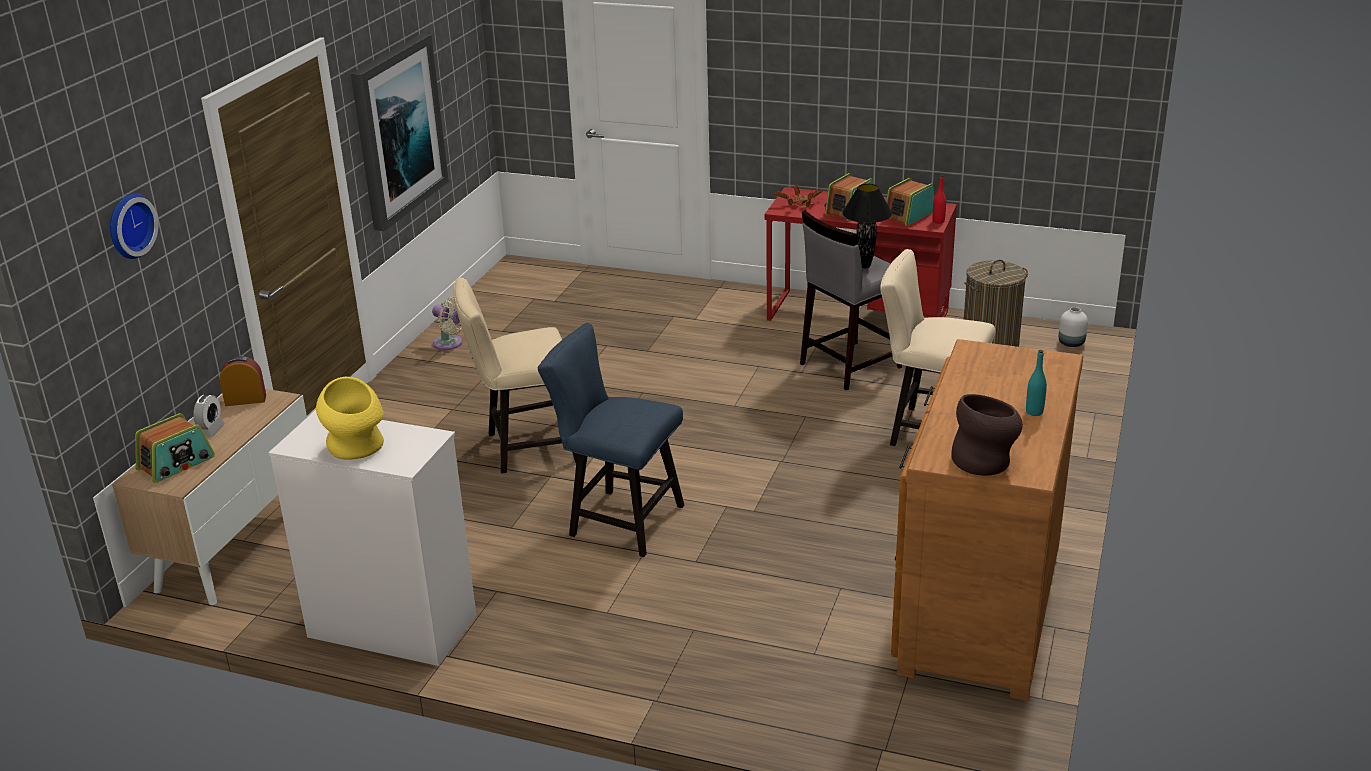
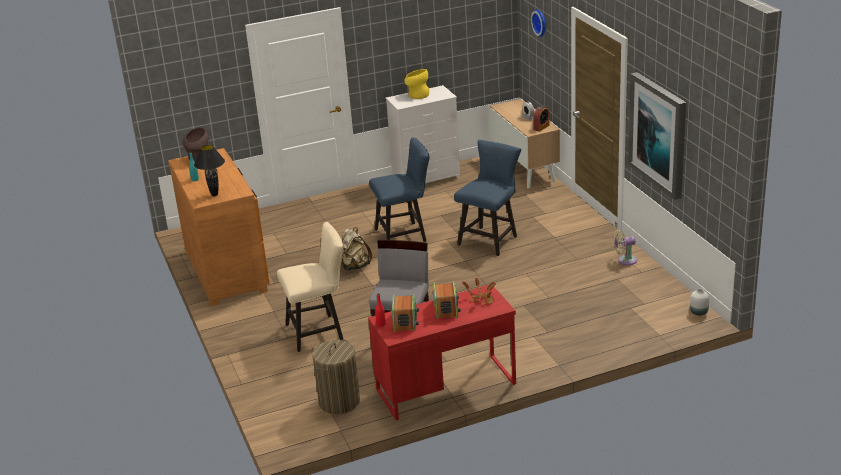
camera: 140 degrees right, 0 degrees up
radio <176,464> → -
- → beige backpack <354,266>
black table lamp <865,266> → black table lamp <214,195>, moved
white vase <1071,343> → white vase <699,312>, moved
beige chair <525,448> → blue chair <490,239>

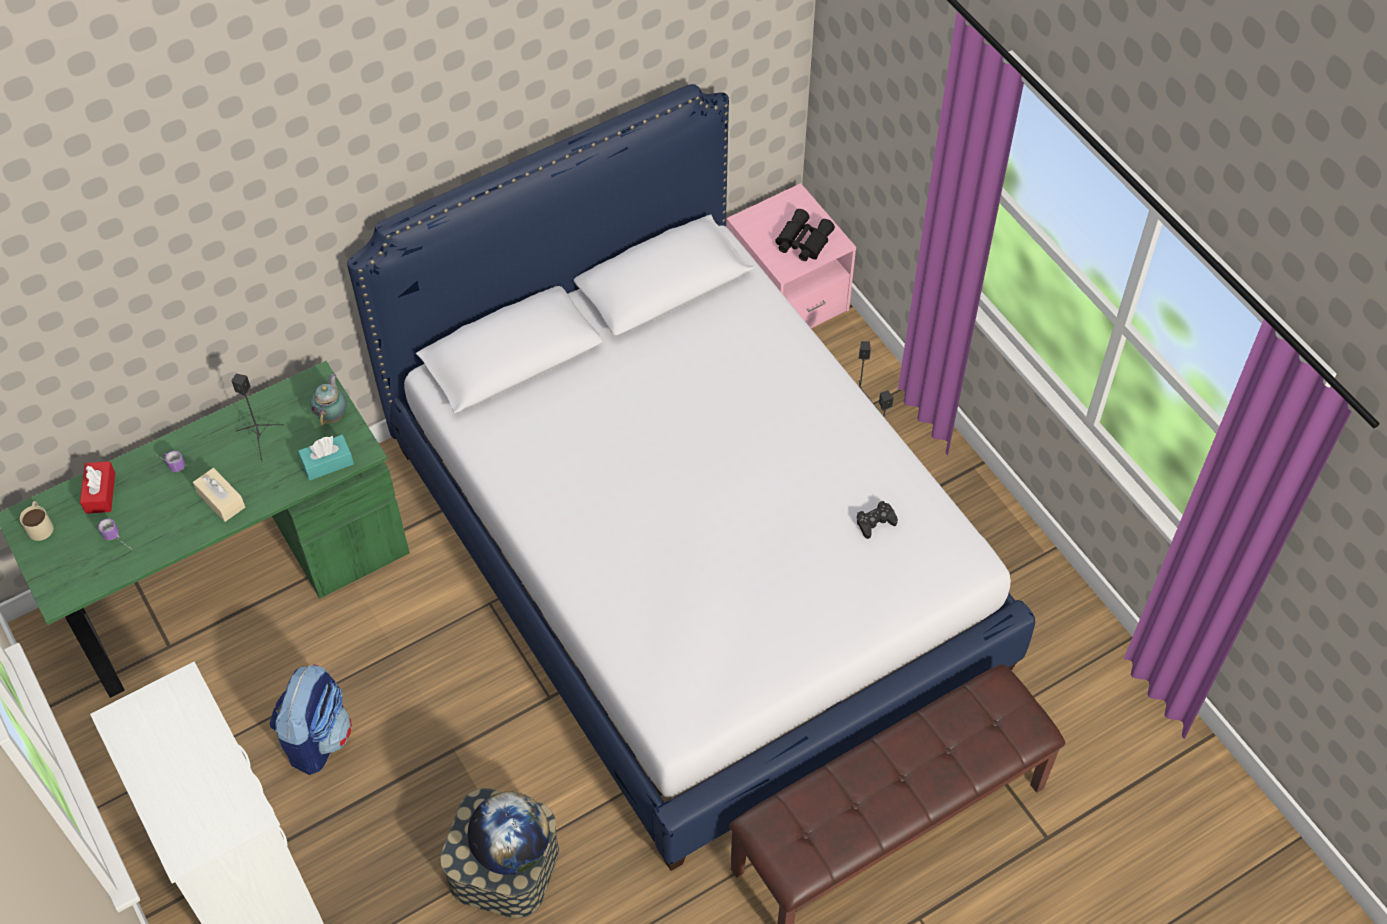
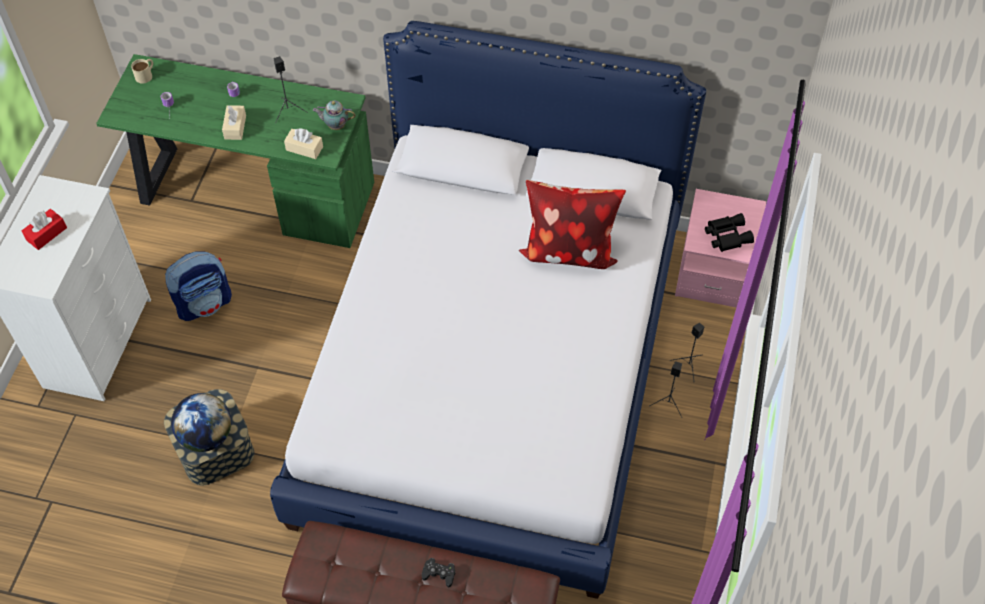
camera: 45 degrees right, 0 degrees up
- → pillow <568,250>
red tissue box <100,493> → red tissue box <46,234>, moved
black game controller <875,522> → black game controller <439,574>, moved
turquoise tissue box <327,463> → beige tissue box <304,148>
teapot <333,415> → teapot <335,126>, 135 degrees counterclockwise

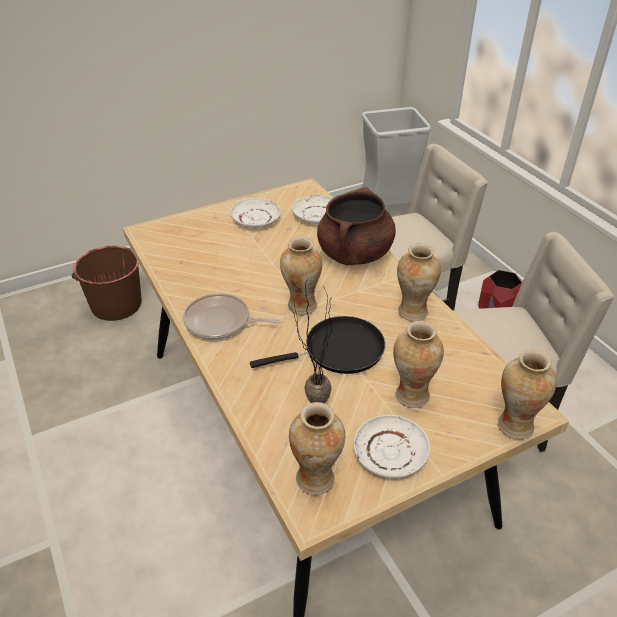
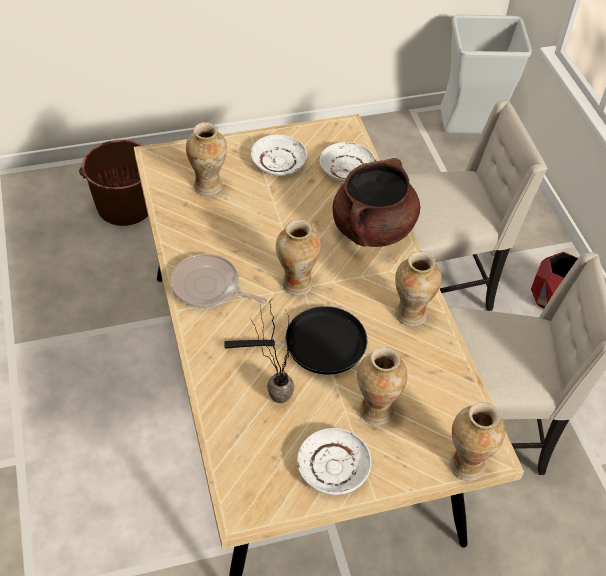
camera: 10 degrees right, 10 degrees up
vase <316,479> → vase <208,186>, moved

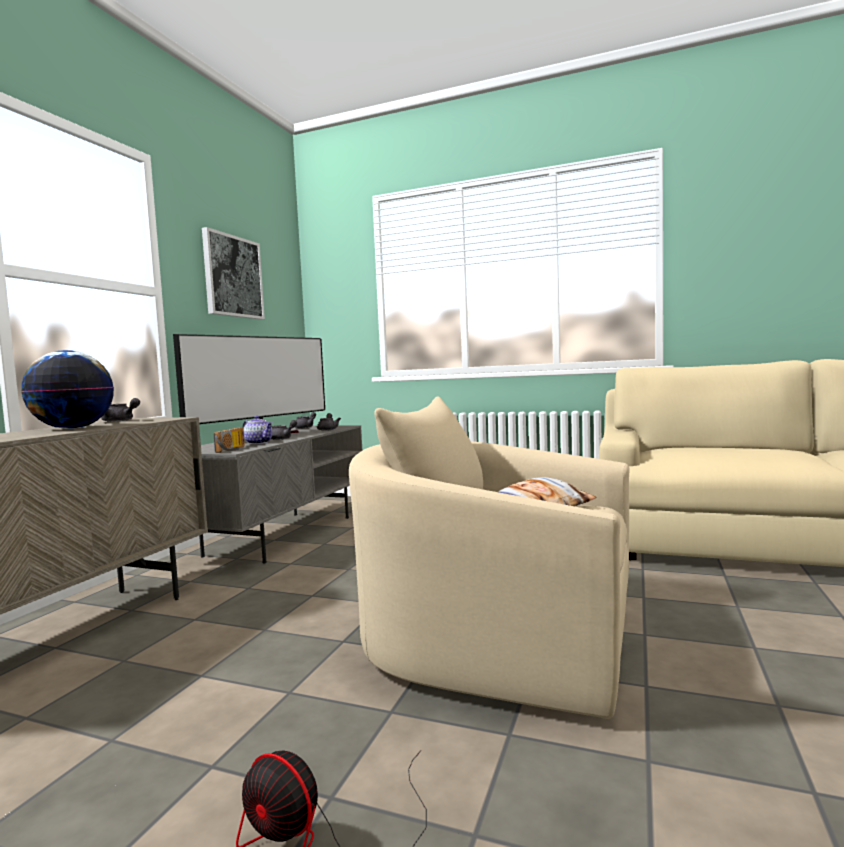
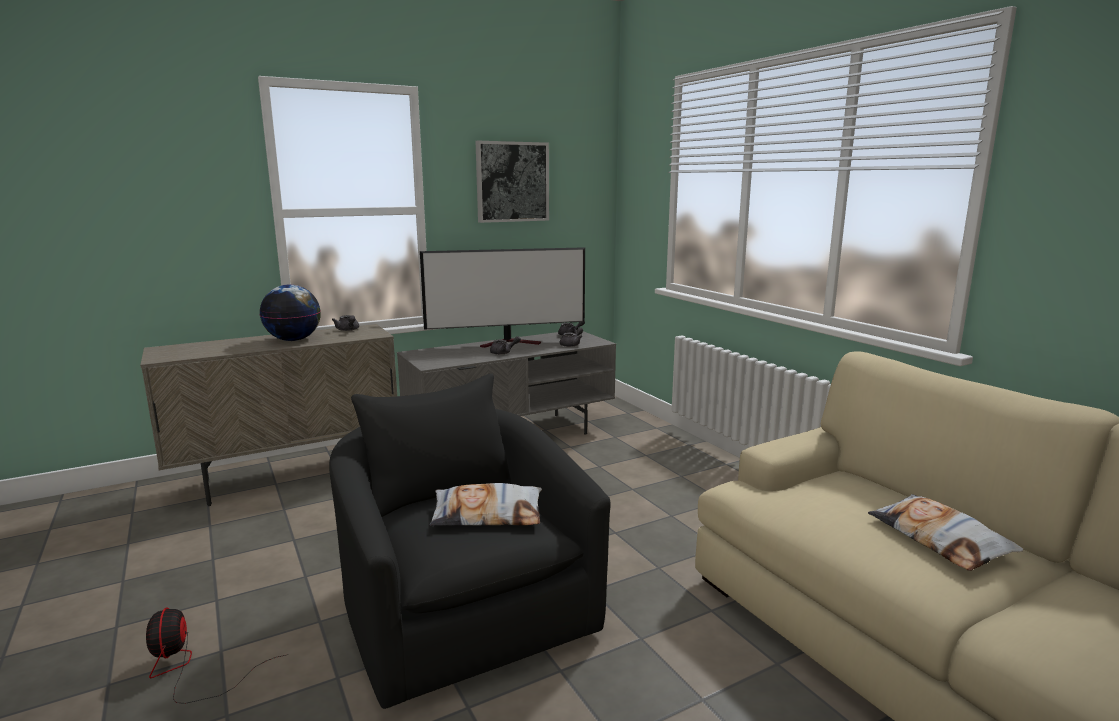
camera: 40 degrees right, 10 degrees up
radio <233,449> → -
teapot <259,443> → -
- → pillow <939,539>
beige armchair <498,639> → black armchair <462,608>

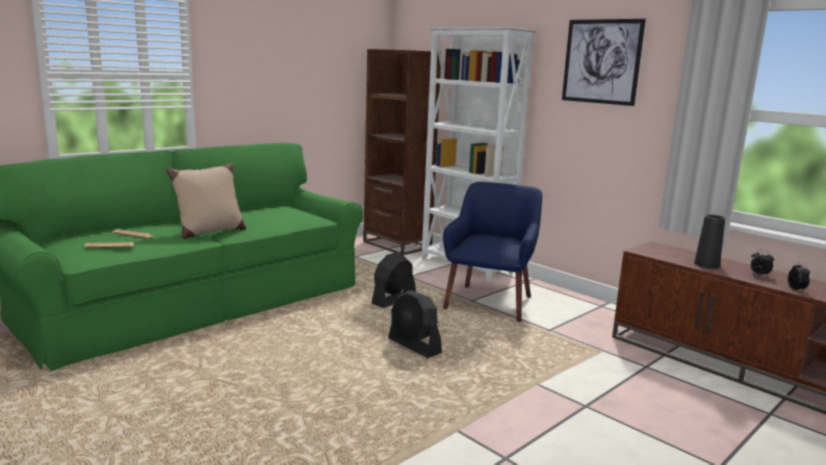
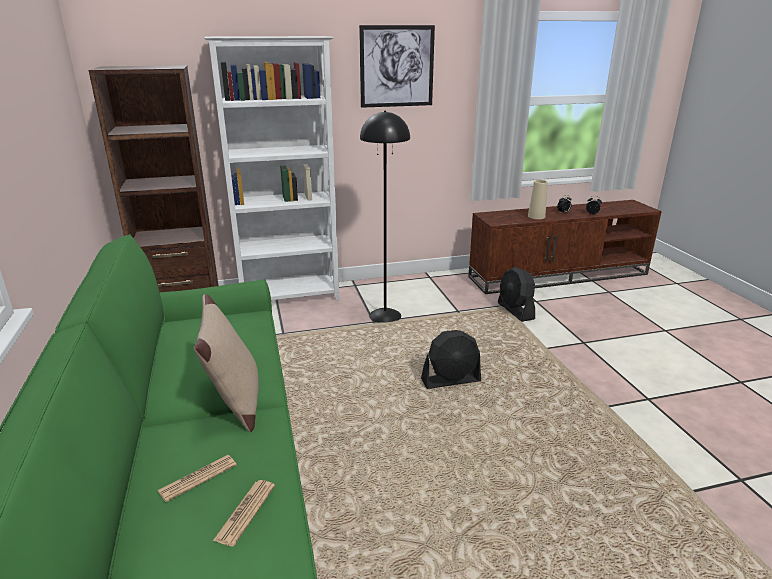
camera: 60 degrees left, 10 degrees up
black fan <393,300> → black fan <515,311>, moved
blue armchair <490,302> → black floor lamp <385,315>
black vase <706,265> → beige vase <536,216>

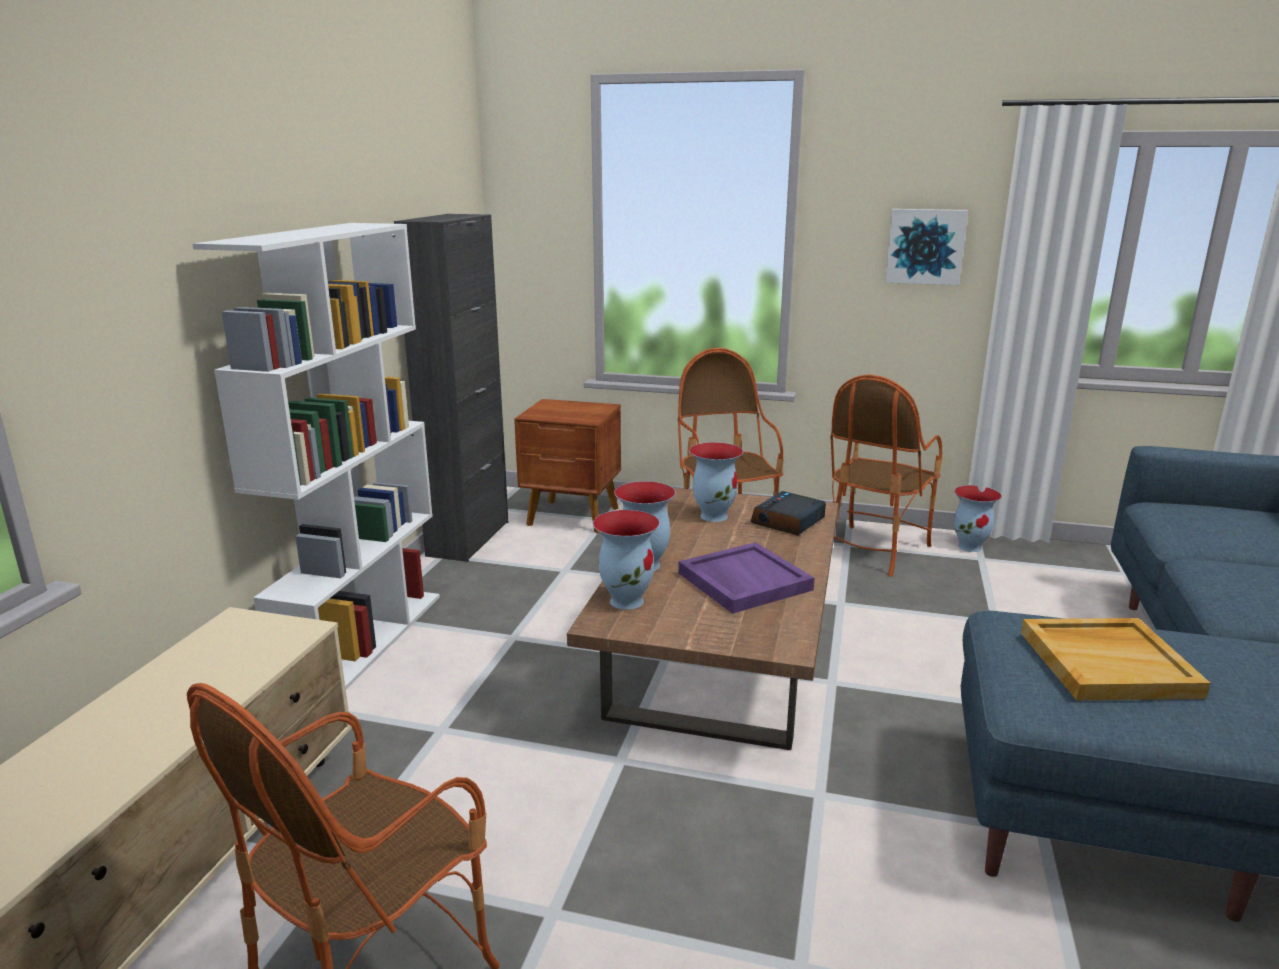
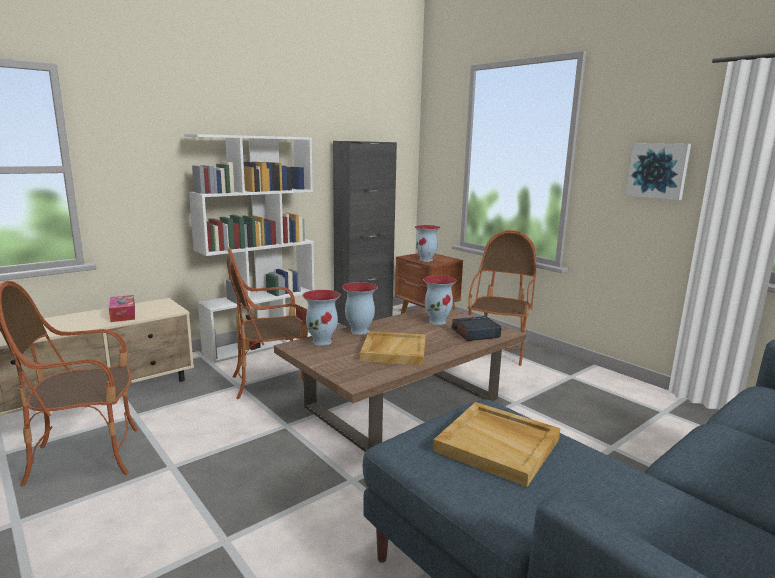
camera: 35 degrees right, 5 degrees down
- → tissue box <123,314>
armchair <873,550> → armchair <271,382>, moved
vase <970,547> → vase <426,260>, moved
purple tray <743,581> → beige tray <393,350>

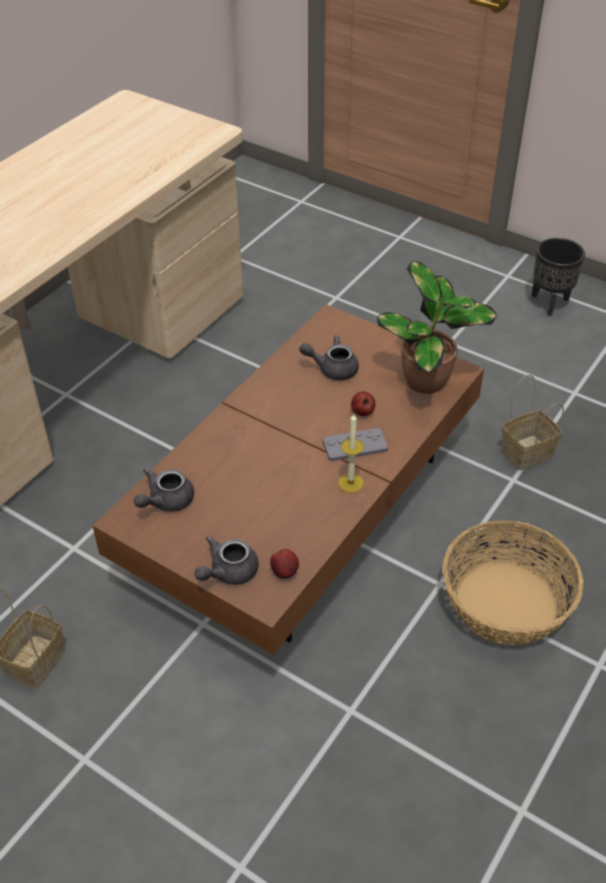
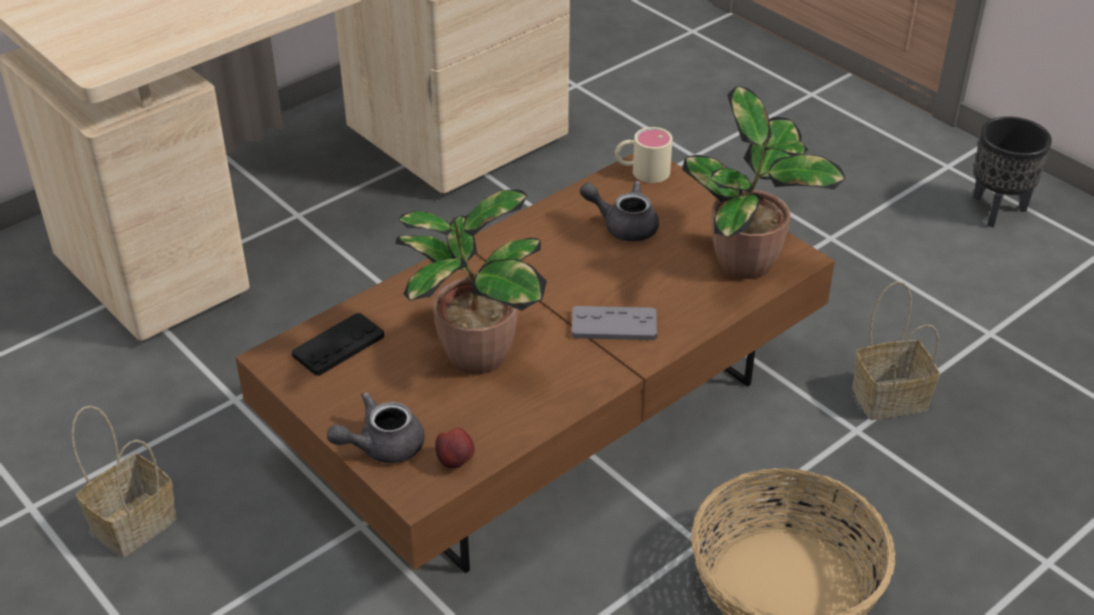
camera: 15 degrees right, 5 degrees down
candle <350,483> → -
apple <362,412> → -
- → potted plant <473,356>
- → beige mug <642,171>
grey teapot <166,501> → black game controller <338,346>

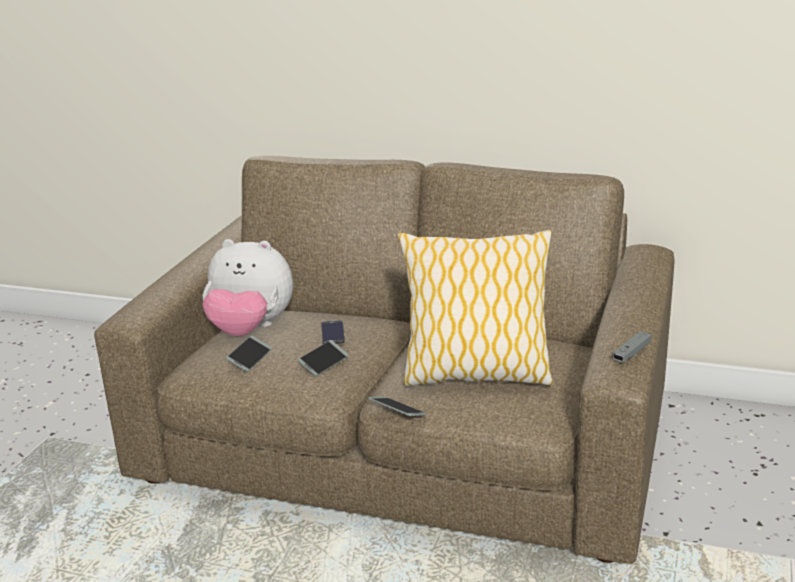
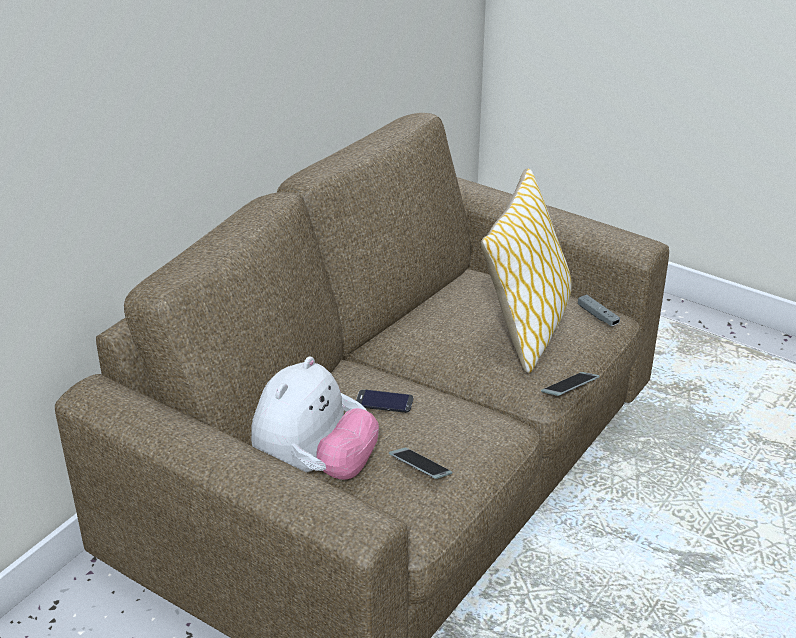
camera: 75 degrees left, 10 degrees up
phone <324,363> → -
grey game controller <631,353> → grey game controller <597,316>, moved

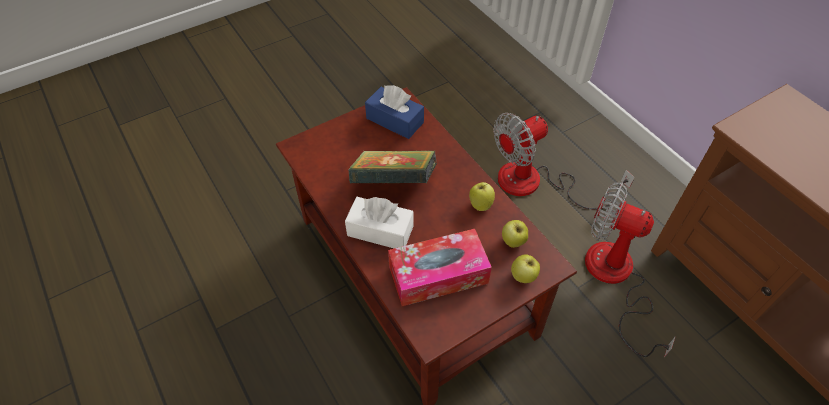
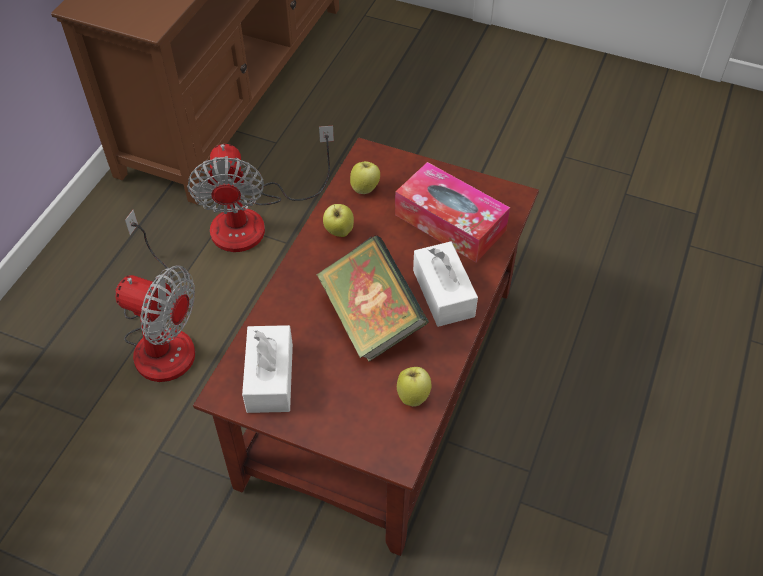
camera: 125 degrees left, 0 degrees up
apple <523,277> → apple <413,395>, moved
blue tissue box <395,120> → white tissue box <270,377>

